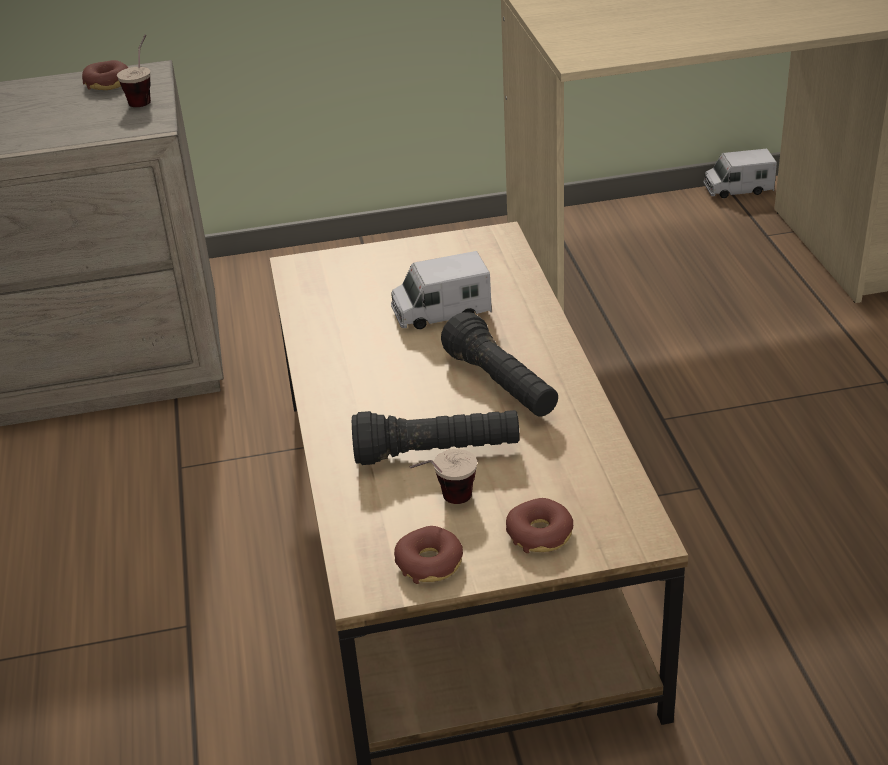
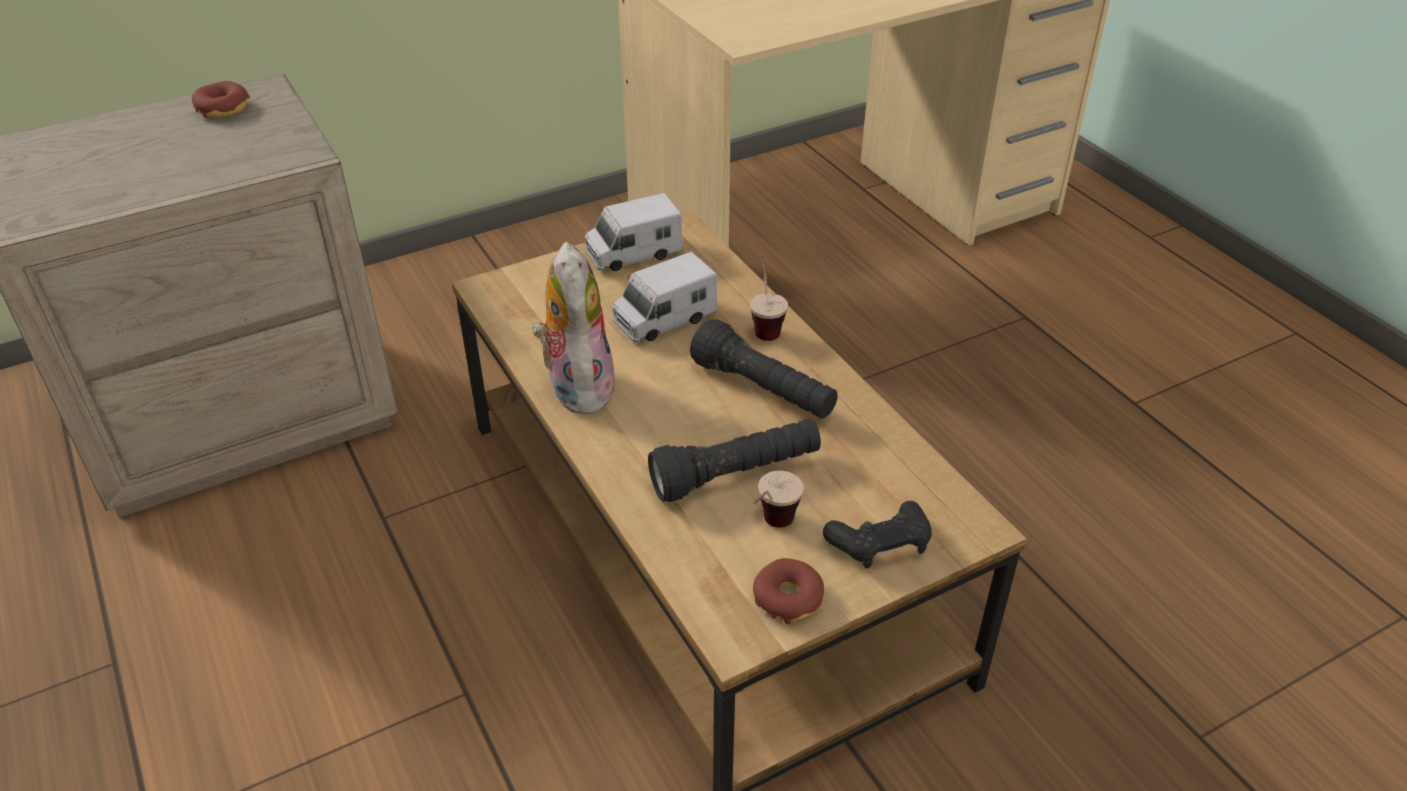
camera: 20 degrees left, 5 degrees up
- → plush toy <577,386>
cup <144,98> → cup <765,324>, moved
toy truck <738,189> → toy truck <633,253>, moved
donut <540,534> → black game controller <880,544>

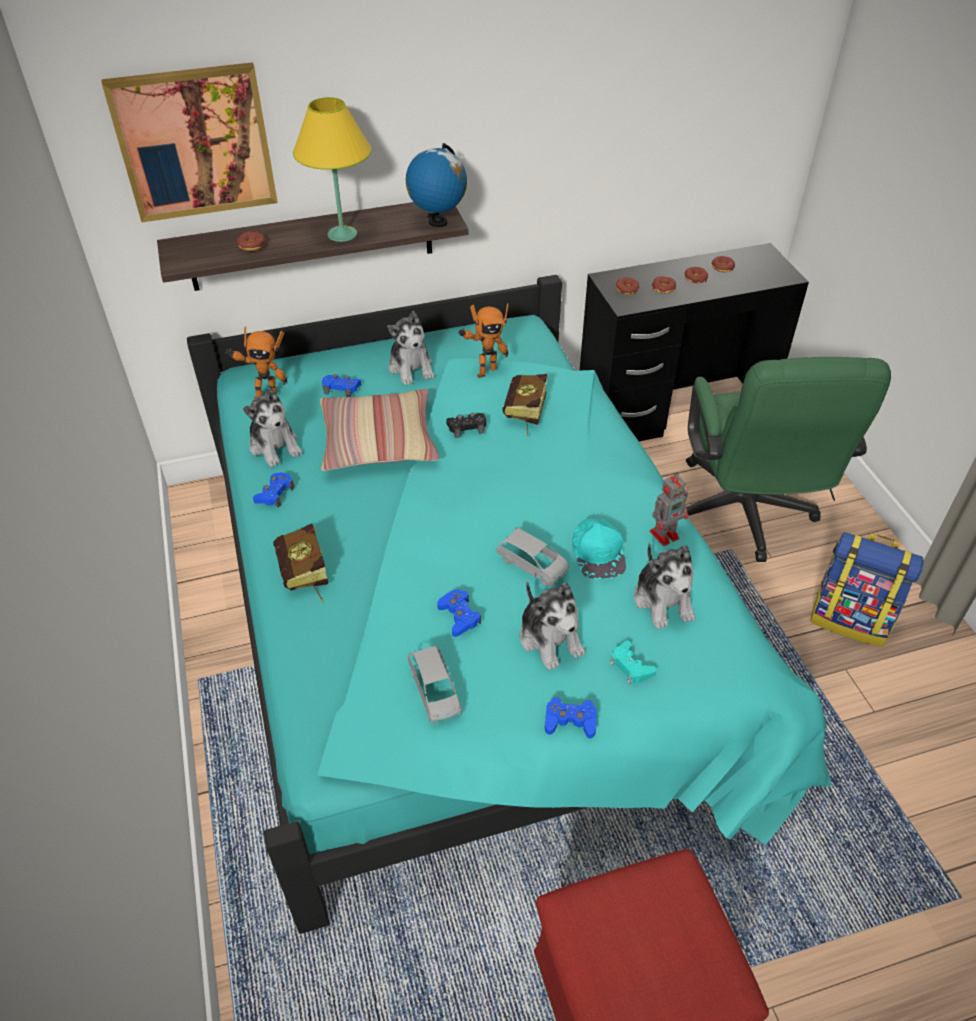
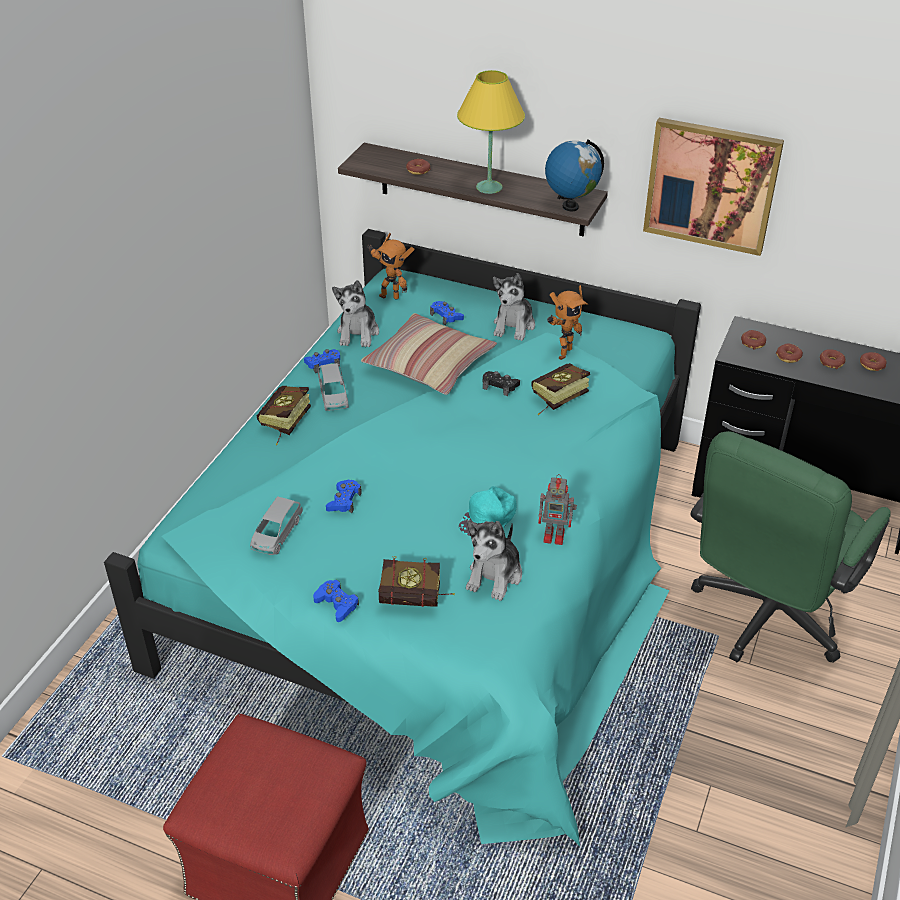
camera: 40 degrees right, 5 degrees down
plush toy <550,638> → -
backpack <850,619> → -
picture <194,142> → picture <711,185>, moved
grey toy car <533,565> → grey toy car <333,396>, moved
turquoise game controller <630,666> → book <417,599>
toy robot <484,371> → toy robot <562,353>, 60 degrees counterclockwise

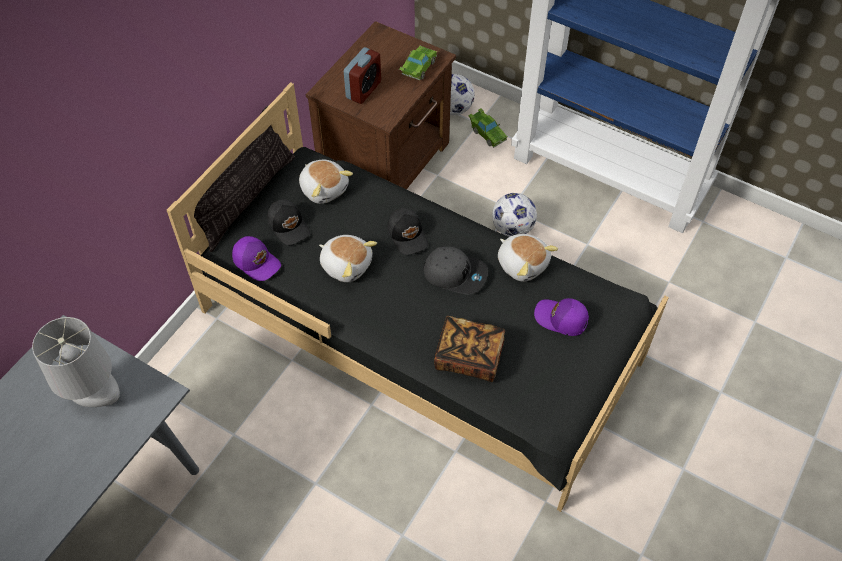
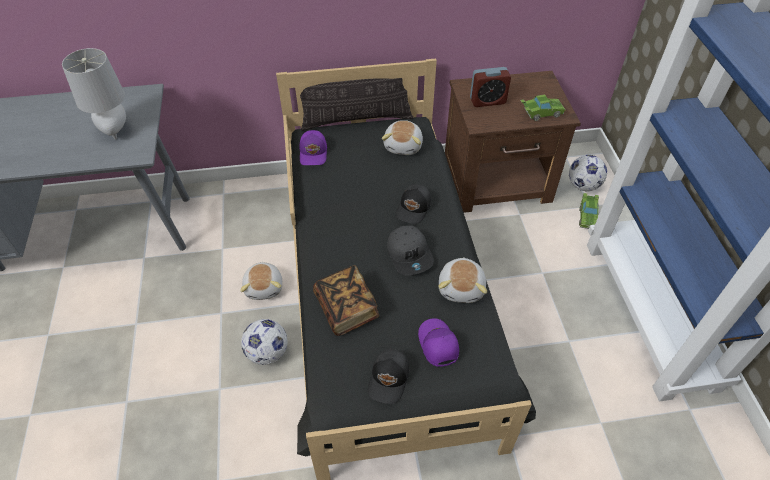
camera: 50 degrees right, 5 degrees down
black cap <289,226> → black cap <389,379>, moved
plush toy <346,264> → plush toy <264,287>, moved
football <512,229> → football <267,353>, moved

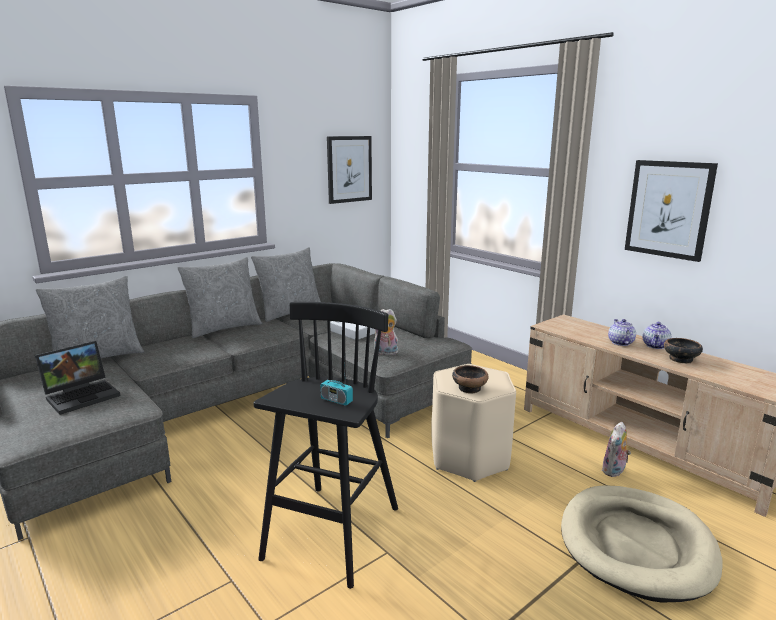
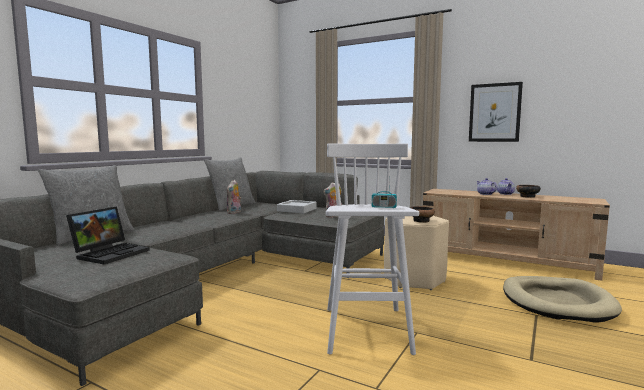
camera: 20 degrees left, 10 degrees down
grey pillow <224,328> → -
picture <349,169> → -
plush toy <614,471> → plush toy <234,212>, moved
black stool <331,535> → white stool <367,331>

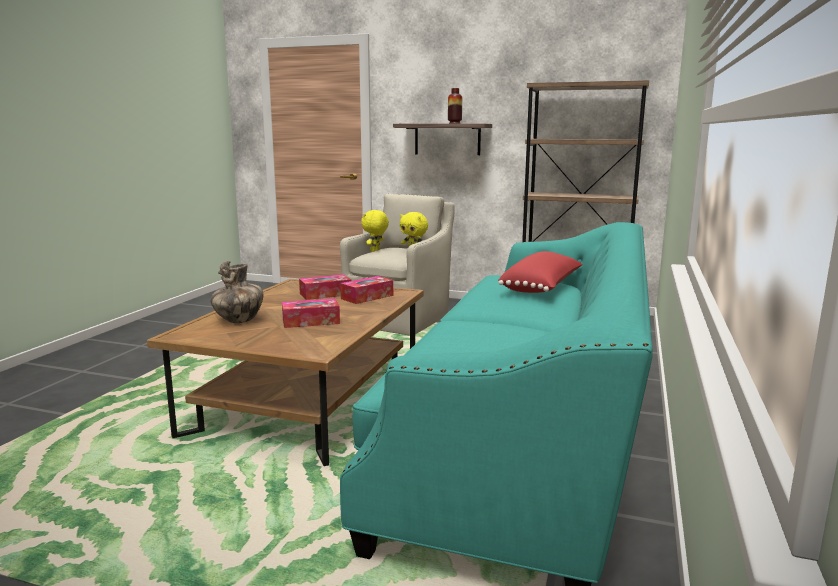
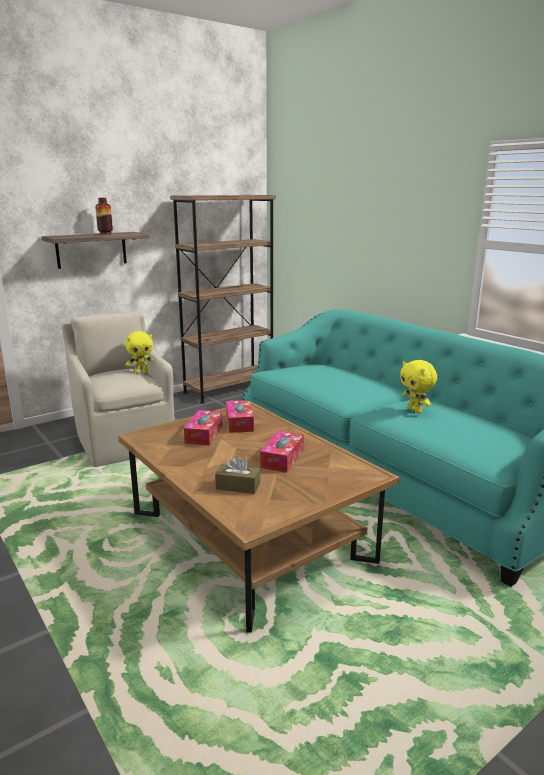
camera: 55 degrees left, 5 degrees up
red pillow <543,288> → -
yellow plush toy <375,251> → yellow plush toy <415,410>, moved
vase <239,321> → brown tissue box <238,486>

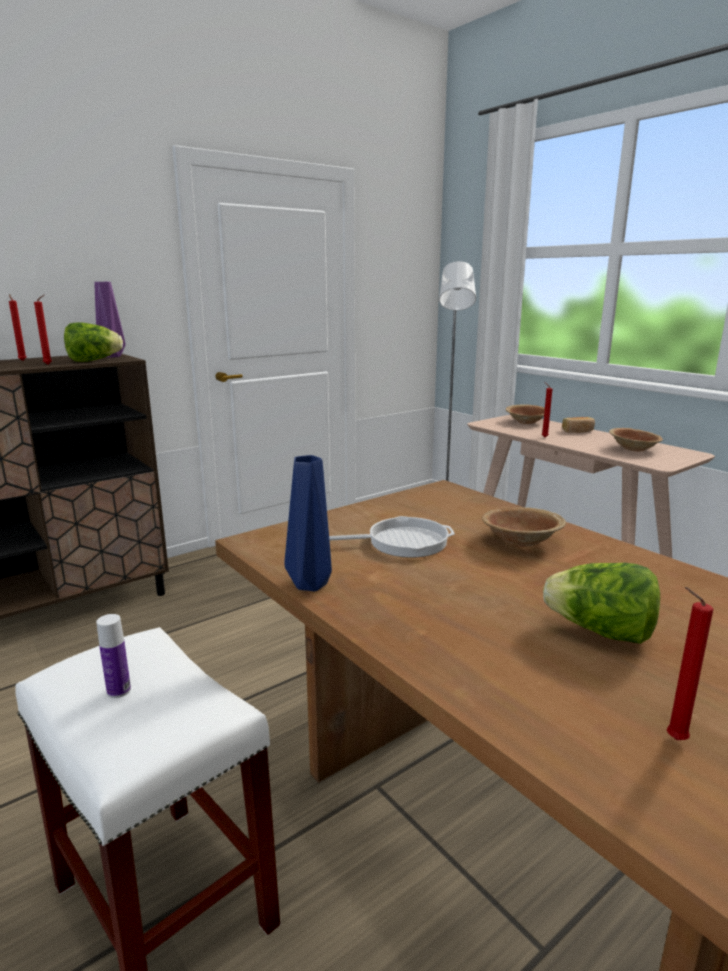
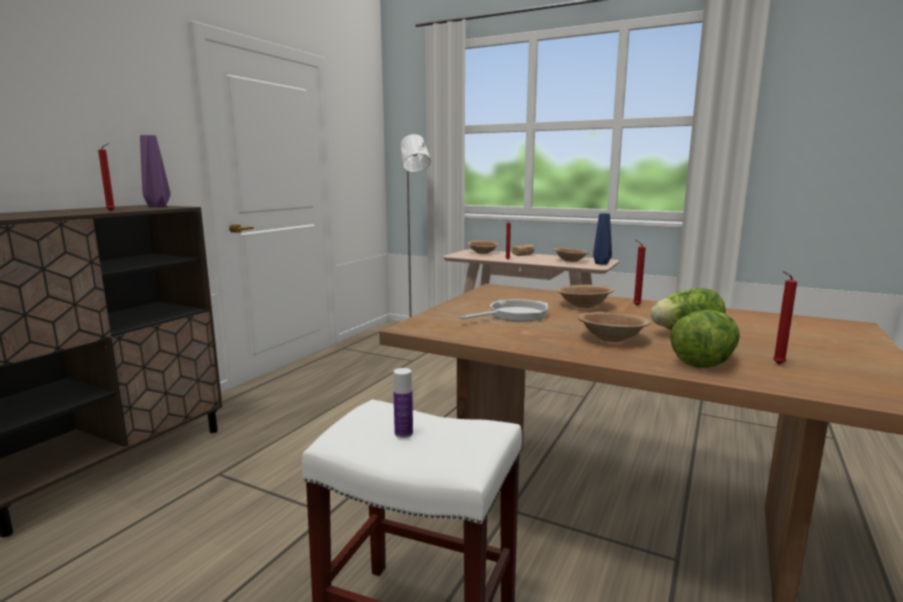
camera: 25 degrees left, 5 degrees down
- → brown bowl <611,338>
red candle <22,360> → red candle <635,305>, moved
lettuce <93,361> → lettuce <705,361>, moved
blue vase <308,584> → blue vase <600,264>, moved

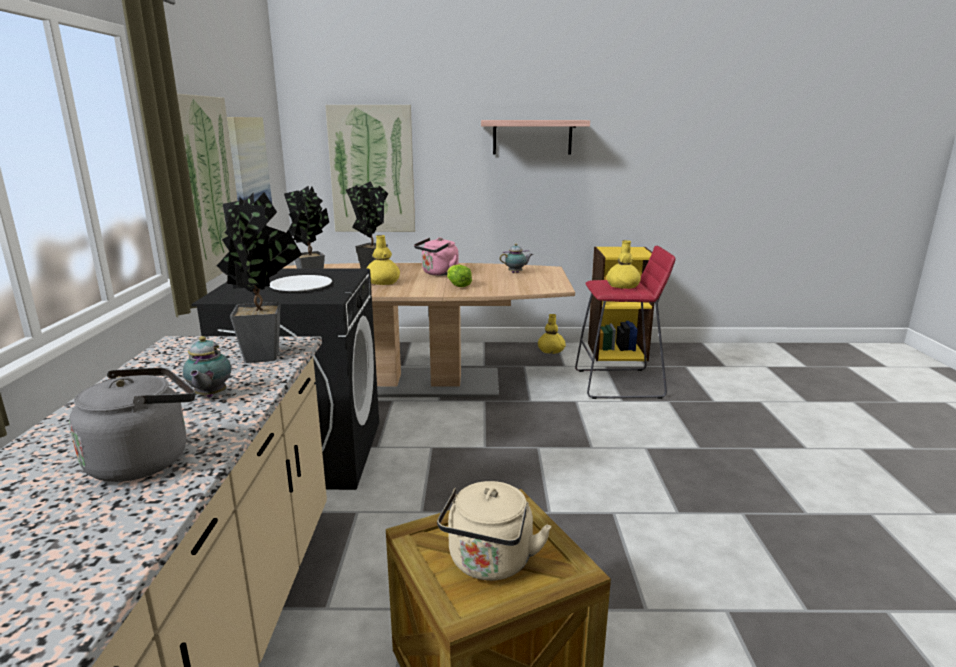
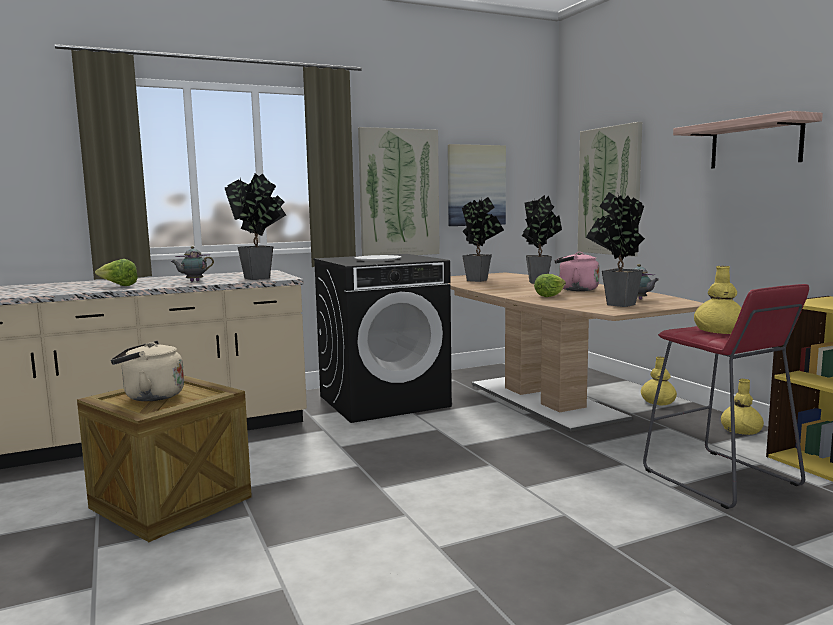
camera: 65 degrees right, 10 degrees down
- → potted plant <616,305>
yellow vase <382,282> → yellow vase <658,402>, moved
grey kettle <145,460> → lettuce <118,286>

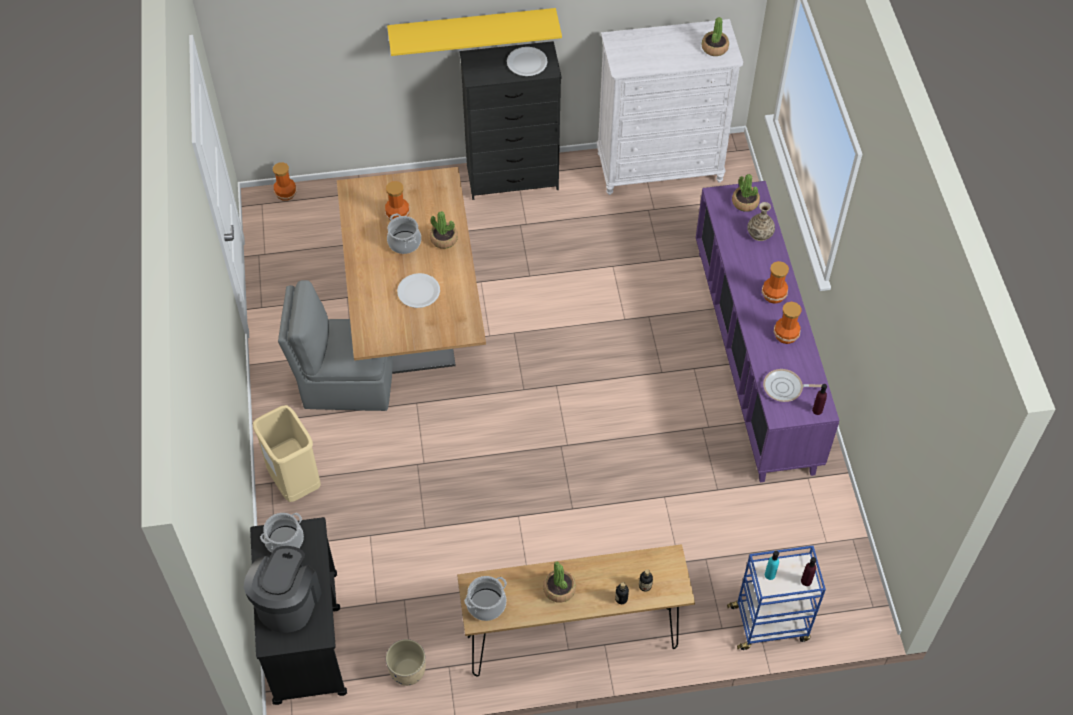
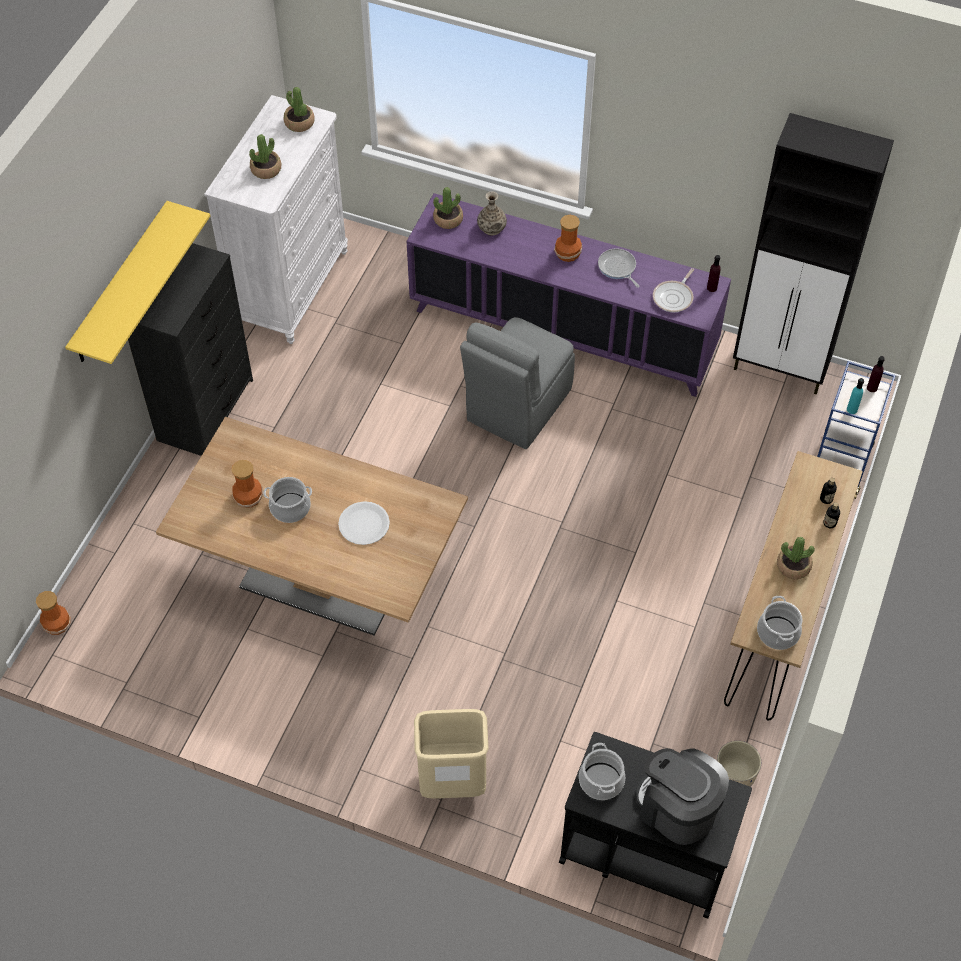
camera: 60 degrees left, 0 degrees up
white plate <526,62> → -
- → black cabinet <781,369>
grey chair <345,382> → grey chair <517,406>, moved
potted plant <444,239> → potted plant <266,169>, moved
vase <785,335> → frying pan <617,268>

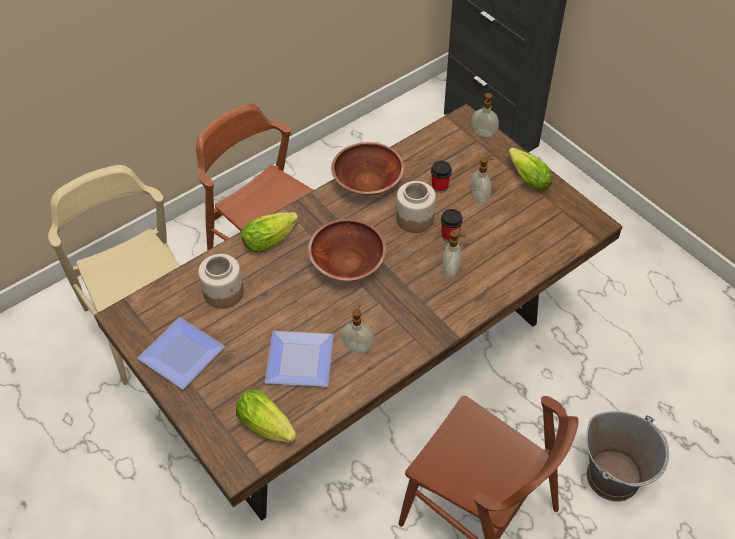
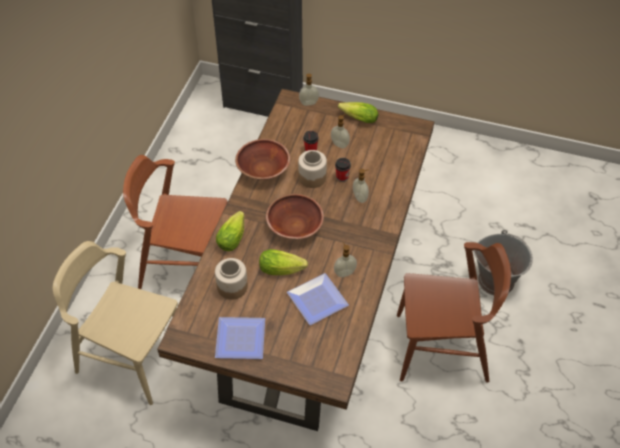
camera: 35 degrees left, 0 degrees up
lettuce <269,427> → lettuce <284,269>, moved

